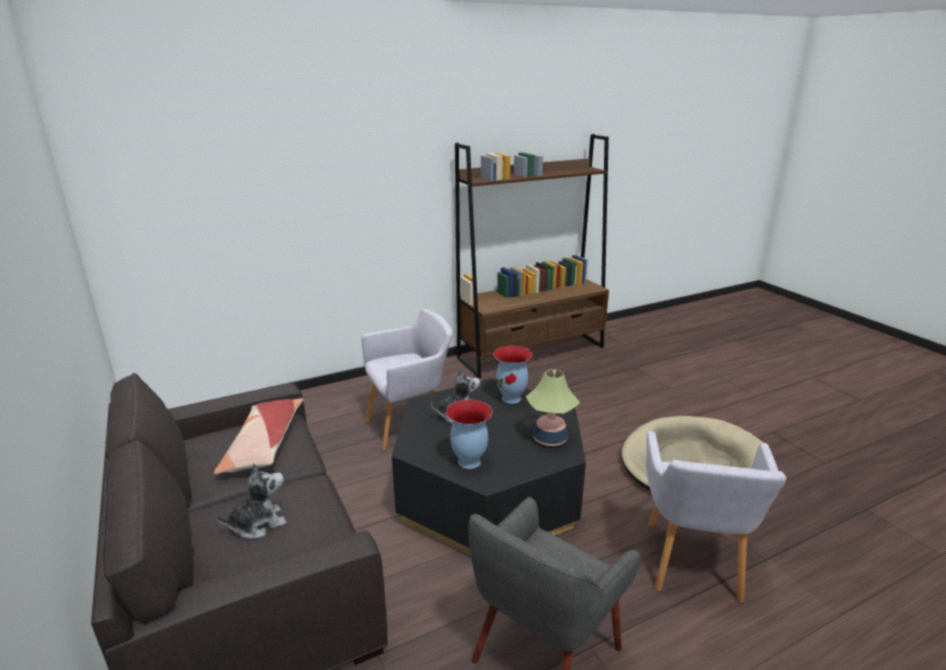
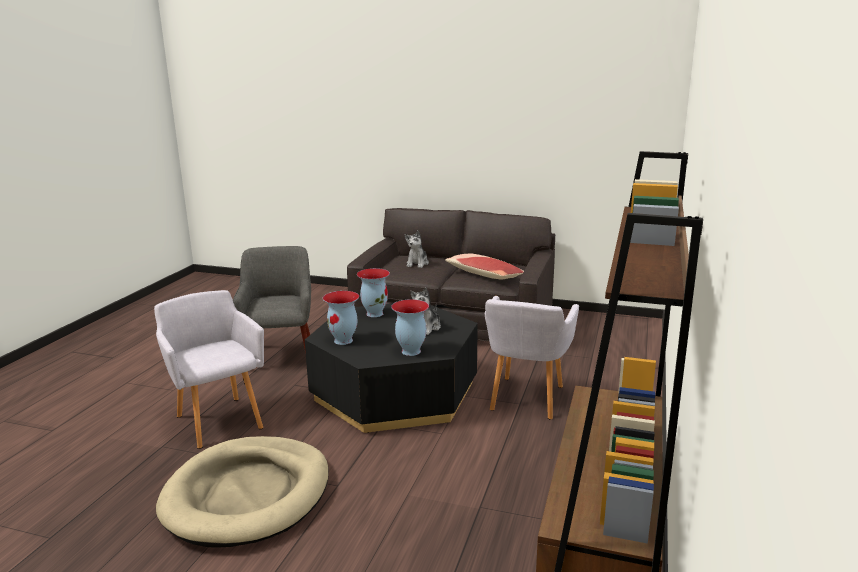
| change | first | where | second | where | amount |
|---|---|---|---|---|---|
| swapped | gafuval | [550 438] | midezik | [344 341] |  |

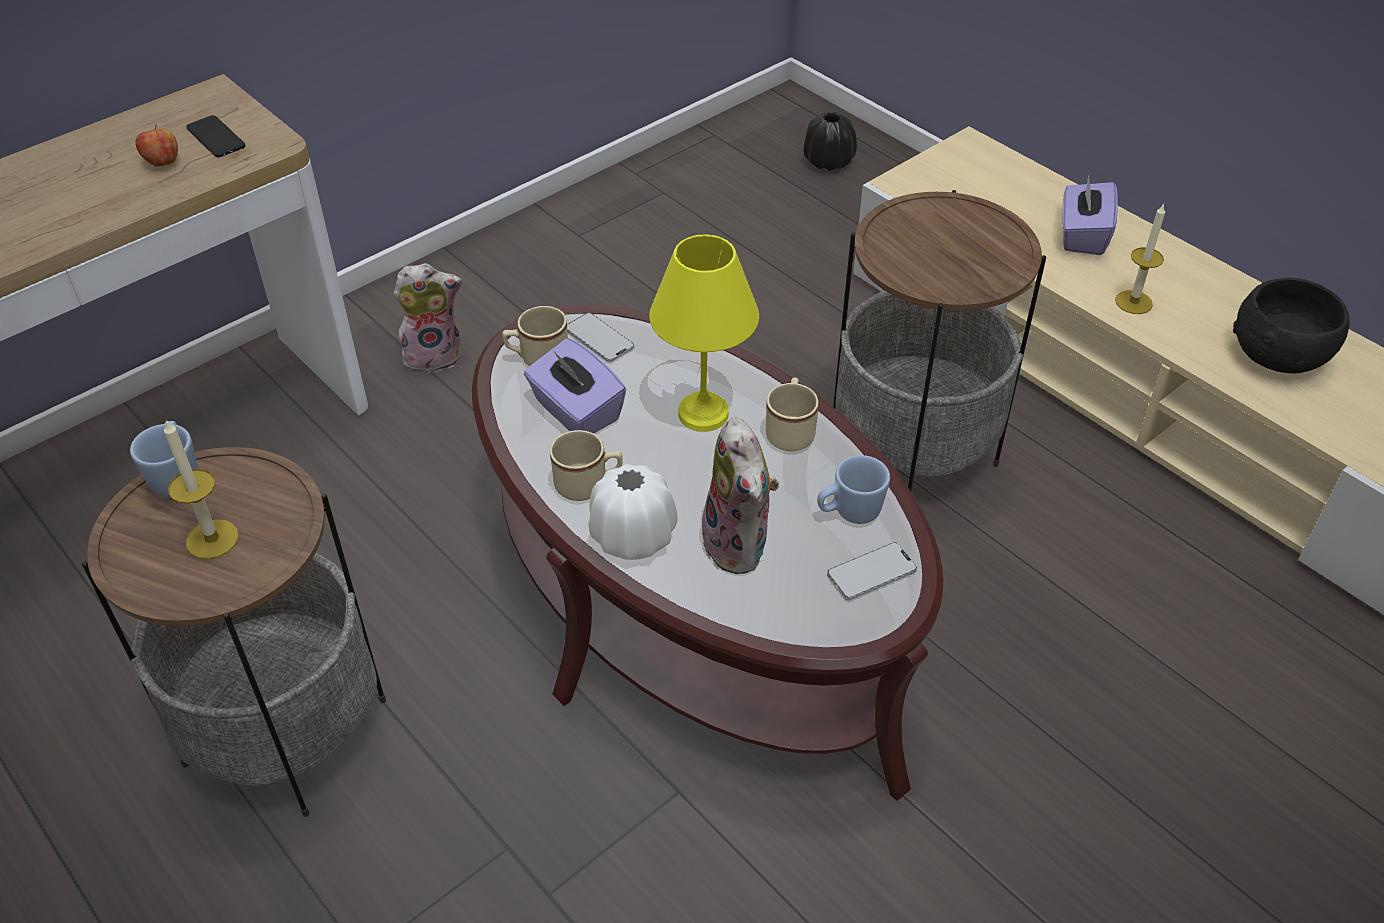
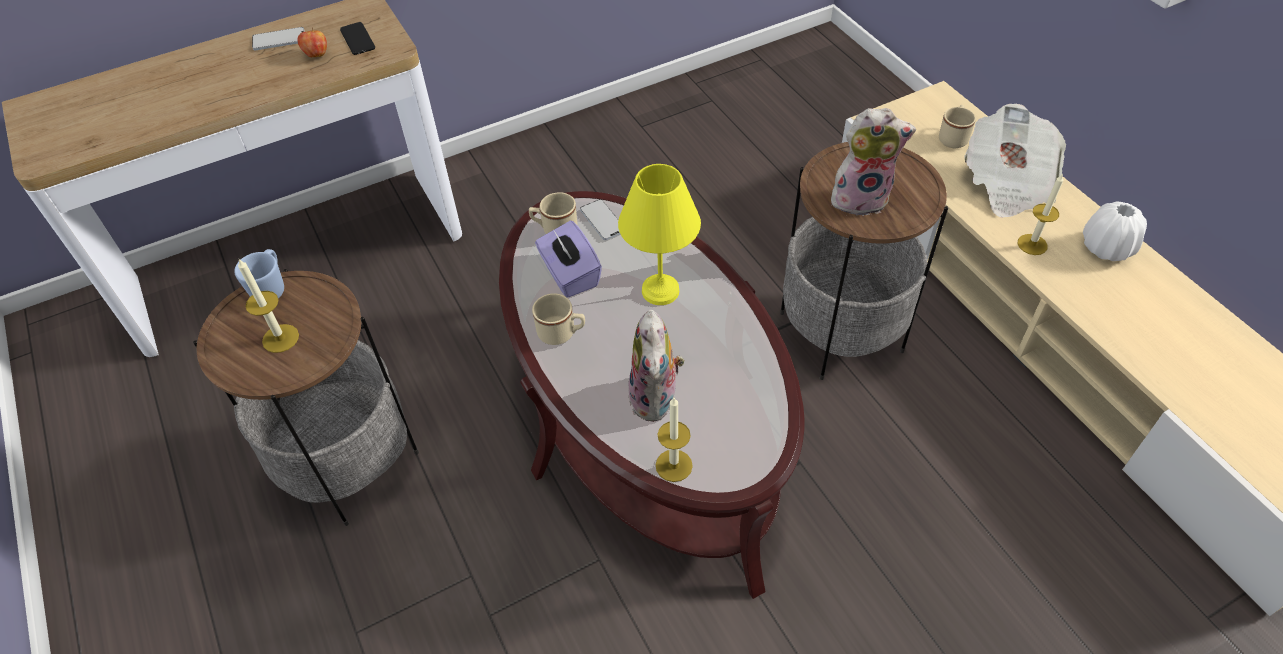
| change | first | where | second | where | amount |
|---|---|---|---|---|---|
| shifted | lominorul | [434 355] |  | [861 198] |  |
| shifted | white_midezik | [633 537] |  | [1106 248] |  |
| shifted | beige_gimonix | [790 431] |  | [953 137] |  |
| gone | black_midezik | [828 161] |  |  |  |
| gone | blue_gimonix | [849 513] |  |  |  |
| shifted | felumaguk | [871 572] |  | [279 40] |  |
| swapped | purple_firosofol | [1082 235] | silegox | [1007 183] |  |
| gone | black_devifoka | [1279 356] |  |  |  |
| new |  |  | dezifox | [674 465] |  |

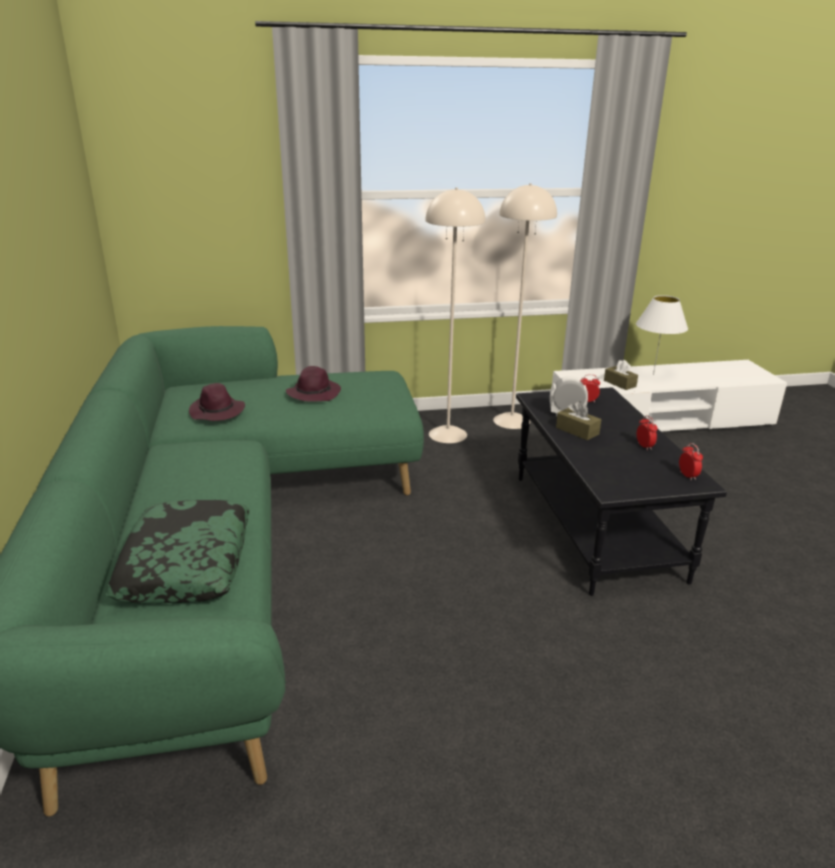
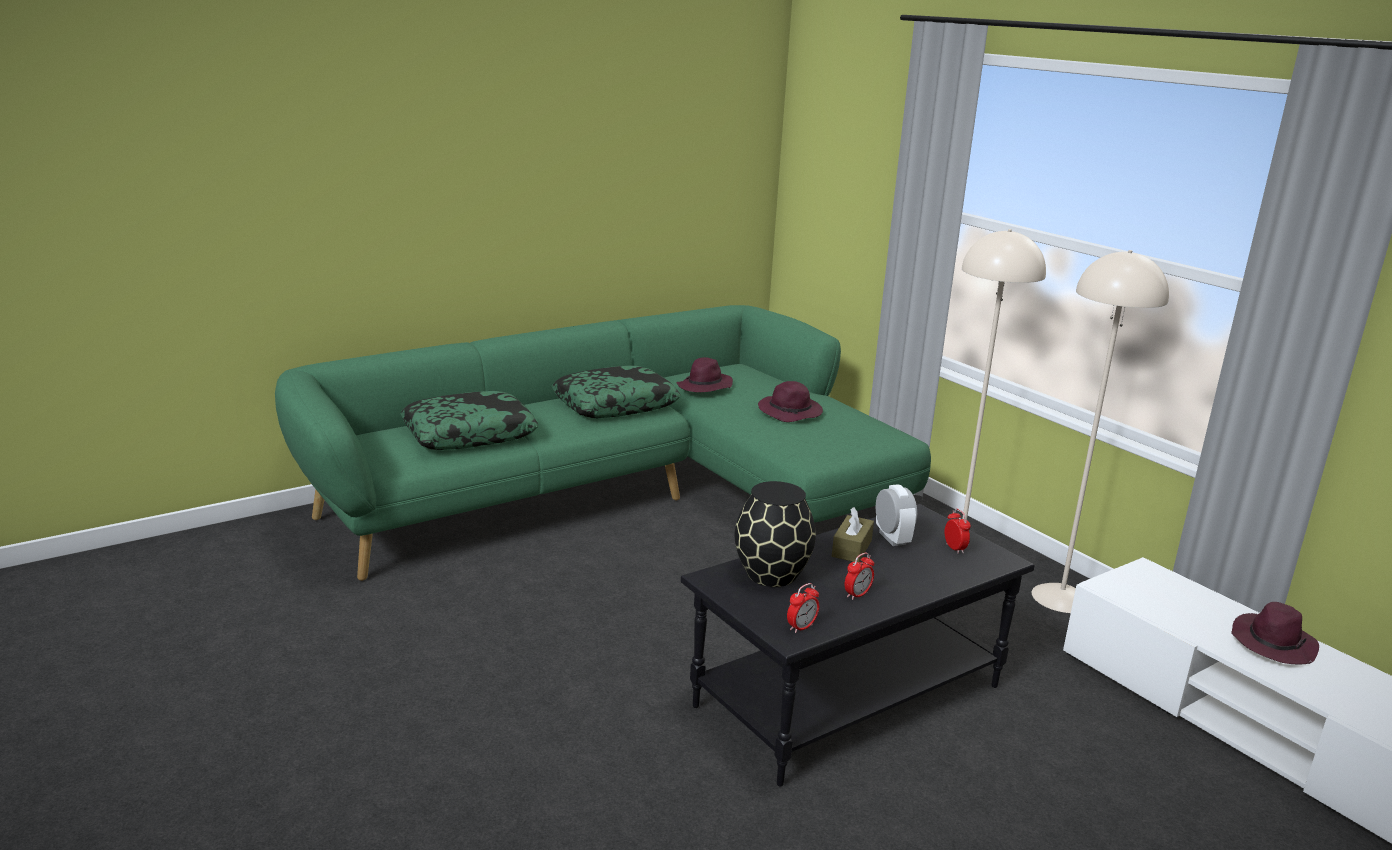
| change | first | where | second | where | amount |
|---|---|---|---|---|---|
| gone | brown_firosofol | [619 383] |  |  |  |
| swapped | white_gafuval | [653 374] | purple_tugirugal | [1272 644] |  |
| new |  |  | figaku | [615 404] |  |
| new |  |  | black_midezik | [770 574] |  |

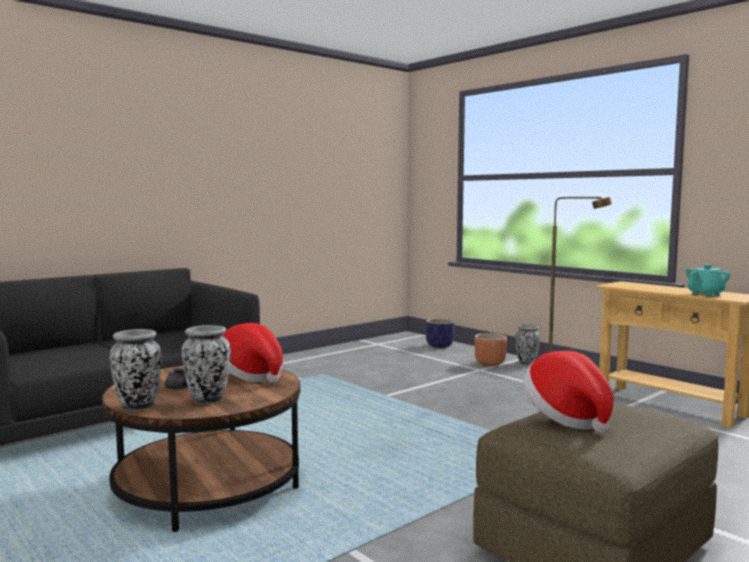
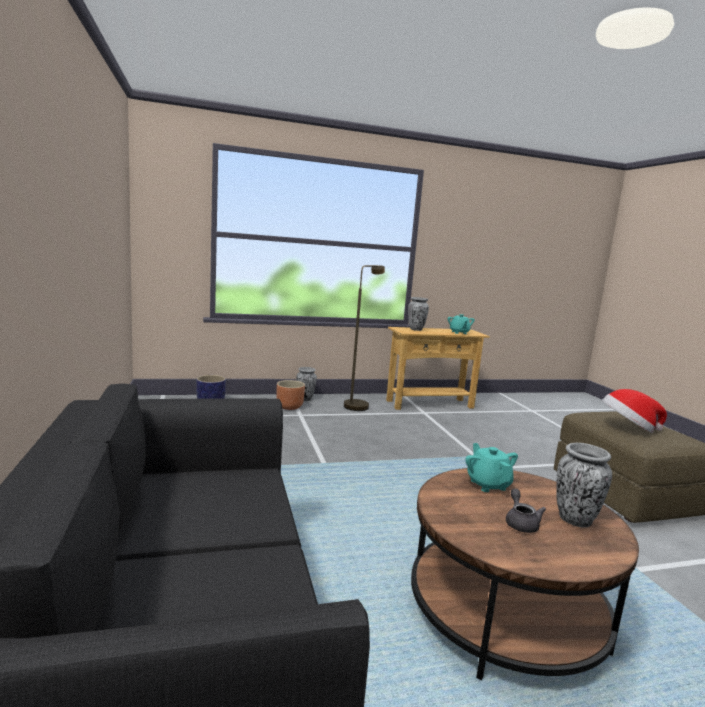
| change | first | where | second | where | amount |
|---|---|---|---|---|---|
| shifted | midezik | [138 406] |  | [416 329] |  |
| swapped | tugirugal | [251 375] | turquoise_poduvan | [488 484] |  |

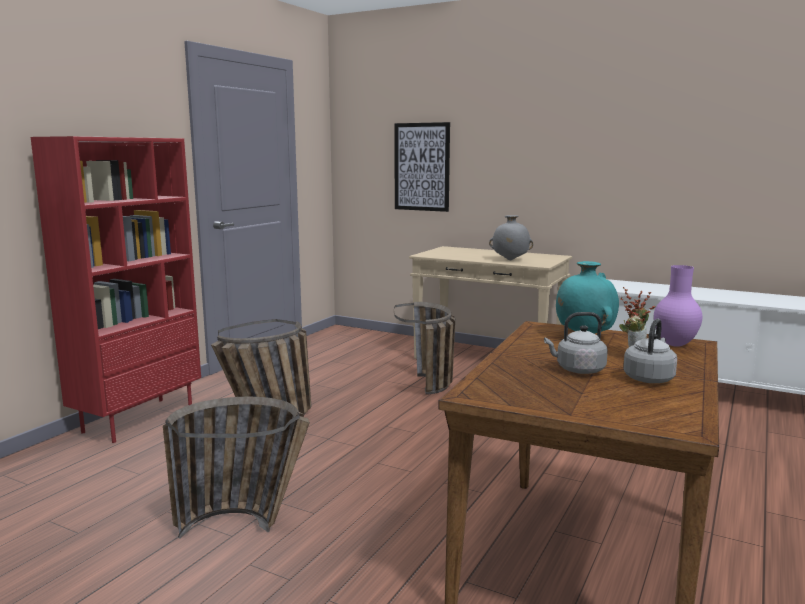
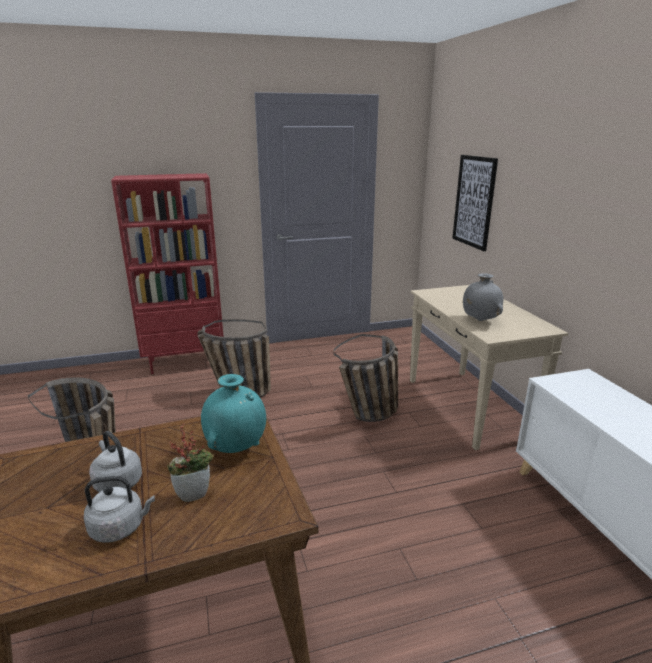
| change | first | where | second | where | amount |
|---|---|---|---|---|---|
| gone | purple_midezik | [675 344] |  |  |  |

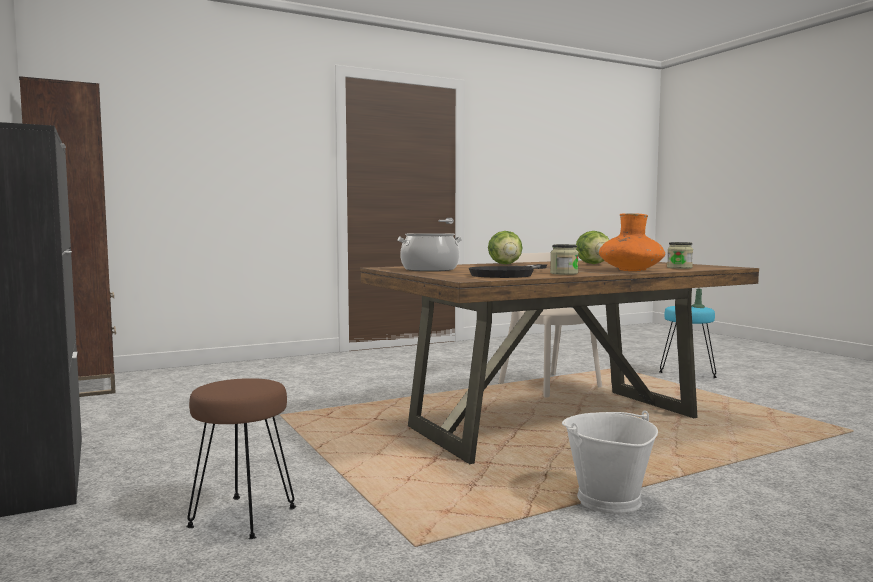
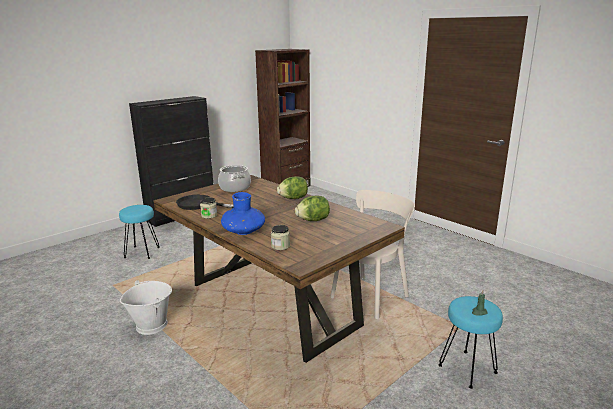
| change | first | where | second | where | amount |
|---|---|---|---|---|---|
| repainted | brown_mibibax | [242 517] | turquoise_mibibax | [142 252] |  |
| repainted | orange_midezik | [630 270] | blue_midezik | [244 231] |  |

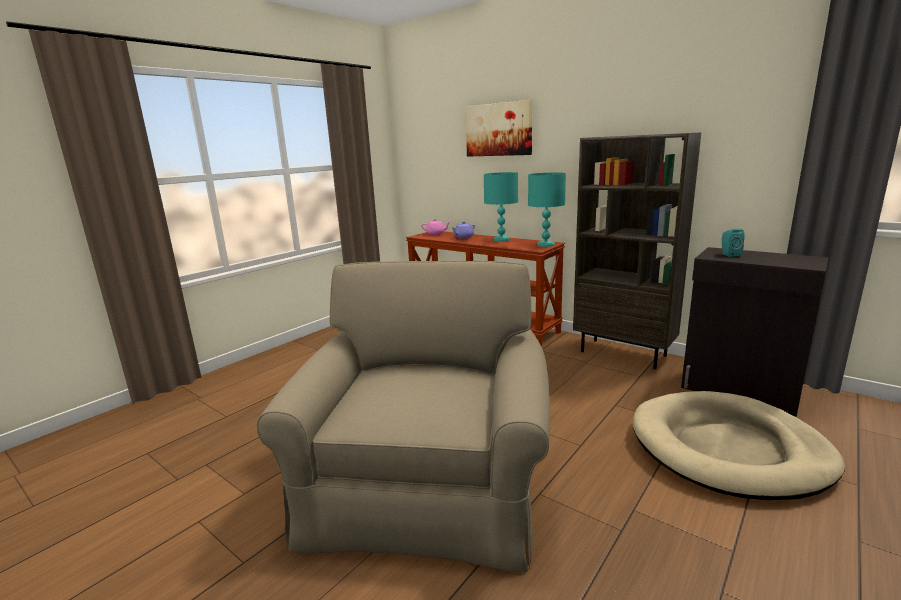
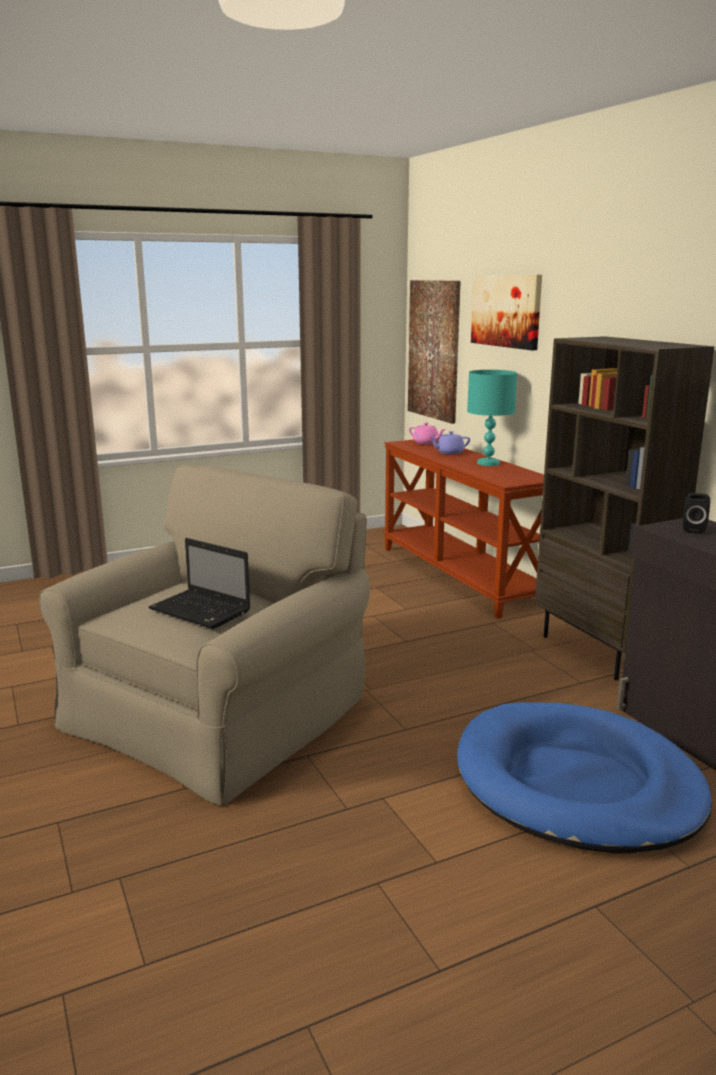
| change | first | where | second | where | amount |
|---|---|---|---|---|---|
| gone | turquoise_gafuval | [545 245] |  |  |  |
| repainted | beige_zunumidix | [728 449] | blue_zunumidix | [577 783] |  |
| repainted | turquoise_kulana | [729 254] | black_kulana | [693 529] |  |
| new |  |  | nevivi | [202 611] |  |
| new |  |  | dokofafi | [434 350] |  |

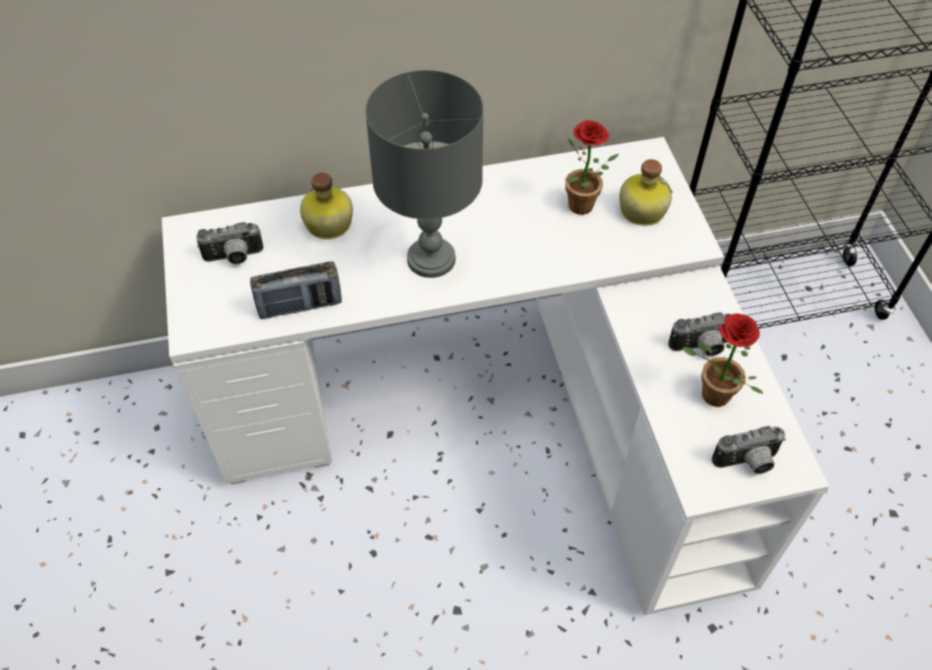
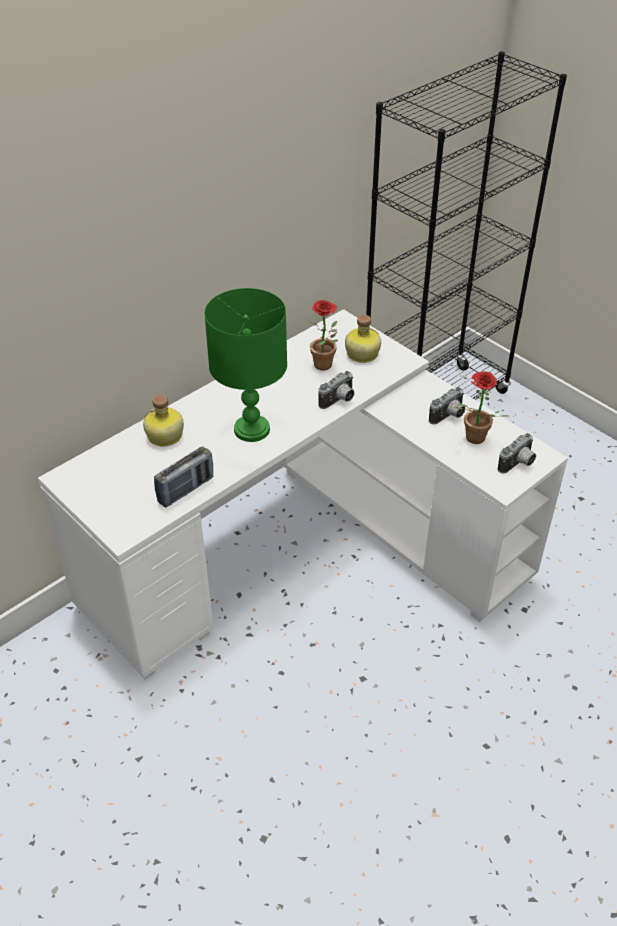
| change | first | where | second | where | amount |
|---|---|---|---|---|---|
| shifted | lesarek | [234 258] |  | [339 401] |  |
| repainted | grey_gafuval | [430 258] | green_gafuval | [251 429] |  |

